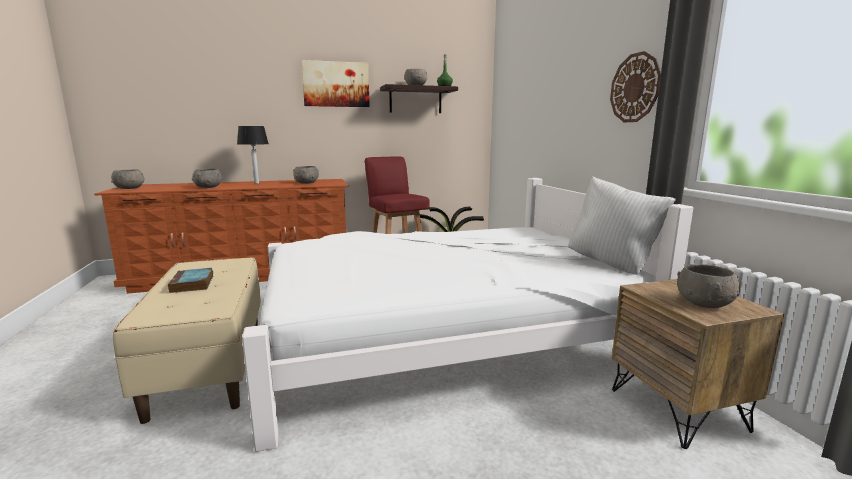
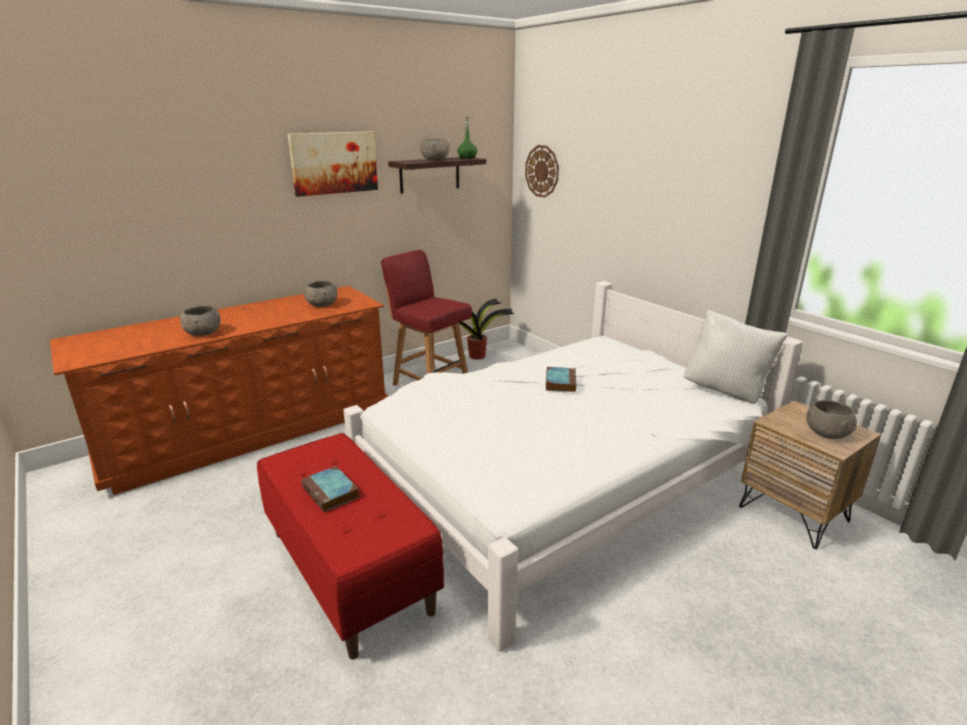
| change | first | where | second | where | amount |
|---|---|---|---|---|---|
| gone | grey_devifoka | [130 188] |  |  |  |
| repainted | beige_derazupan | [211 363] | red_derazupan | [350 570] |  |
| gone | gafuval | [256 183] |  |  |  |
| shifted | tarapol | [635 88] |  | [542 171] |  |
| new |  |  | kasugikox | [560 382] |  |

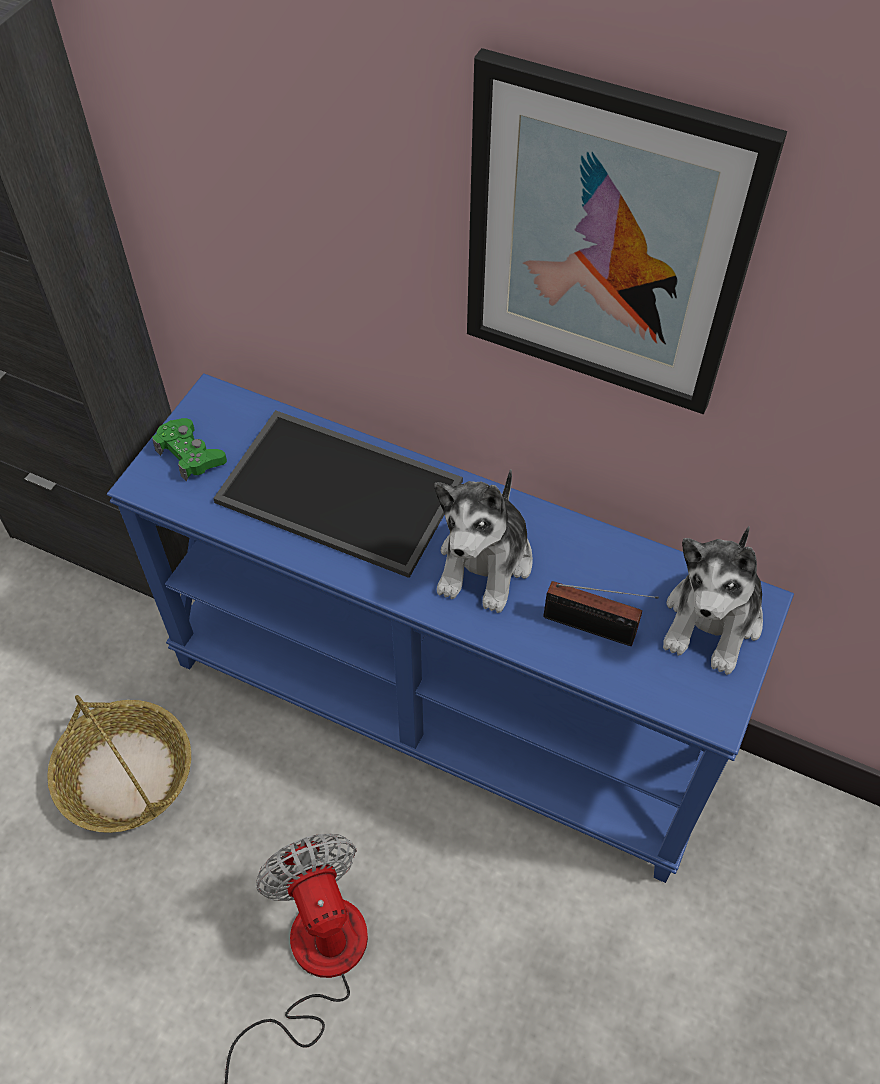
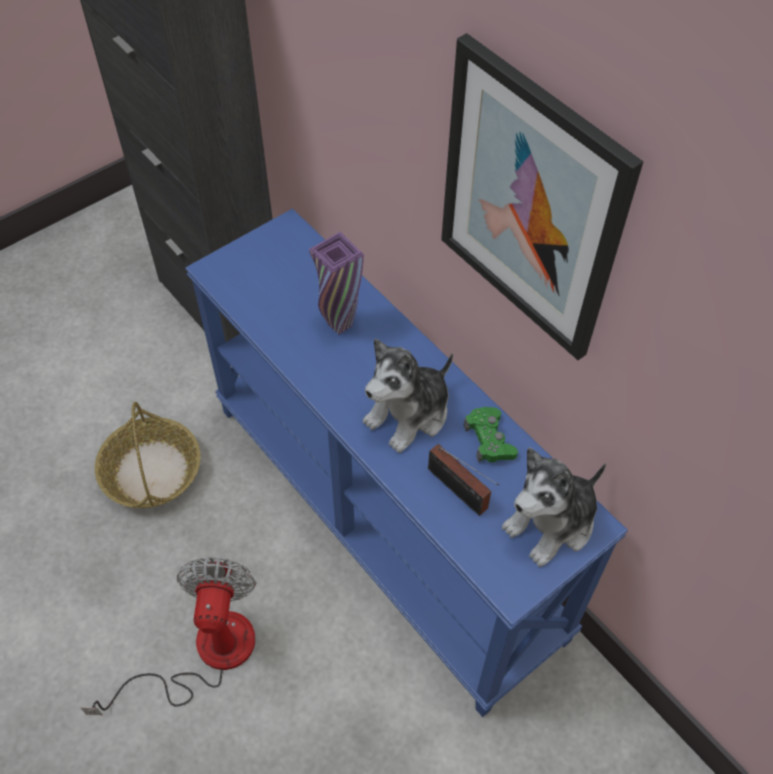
| change | first | where | second | where | amount |
|---|---|---|---|---|---|
| shifted | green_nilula | [190 454] |  | [489 440] |  |
| swapped | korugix | [343 490] | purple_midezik | [339 324] |  |

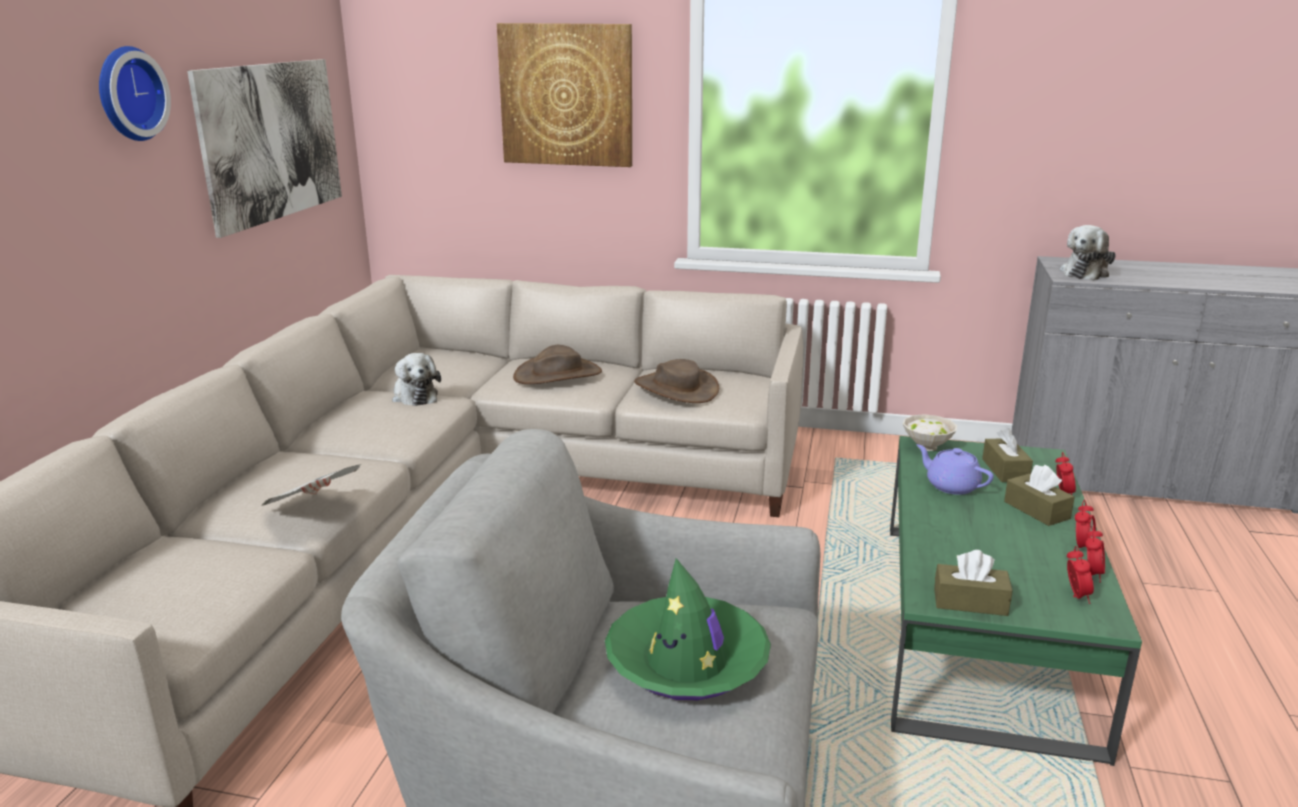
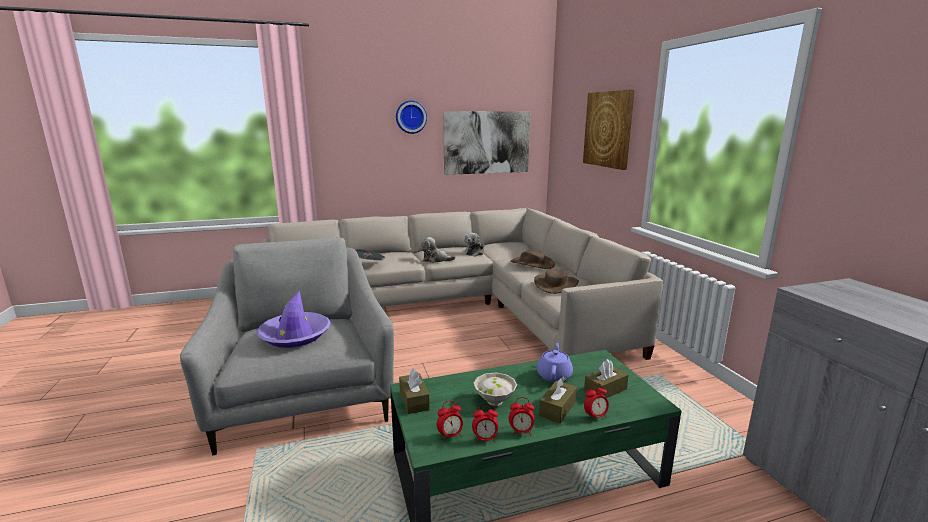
| change | first | where | second | where | amount |
|---|---|---|---|---|---|
| repainted | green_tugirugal | [687 662] | purple_tugirugal | [295 336] |  |
| shifted | white_devifoka | [926 446] |  | [495 400] |  |
| shifted | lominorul | [1085 273] |  | [435 260] |  |

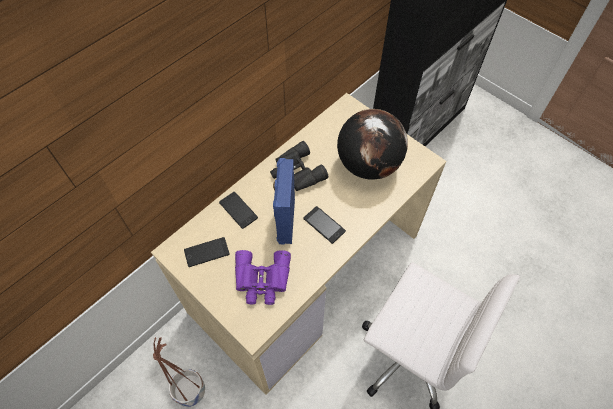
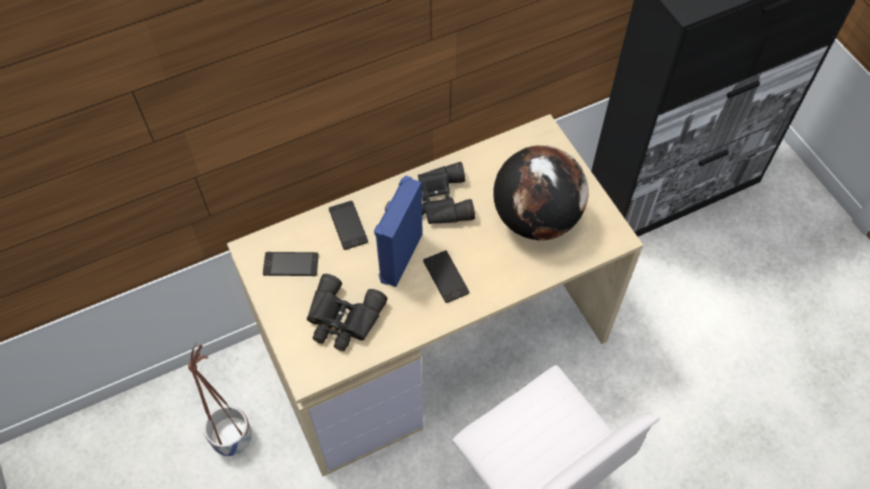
| change | first | where | second | where | amount |
|---|---|---|---|---|---|
| repainted | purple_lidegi | [262 280] | black_lidegi | [343 319] |  |

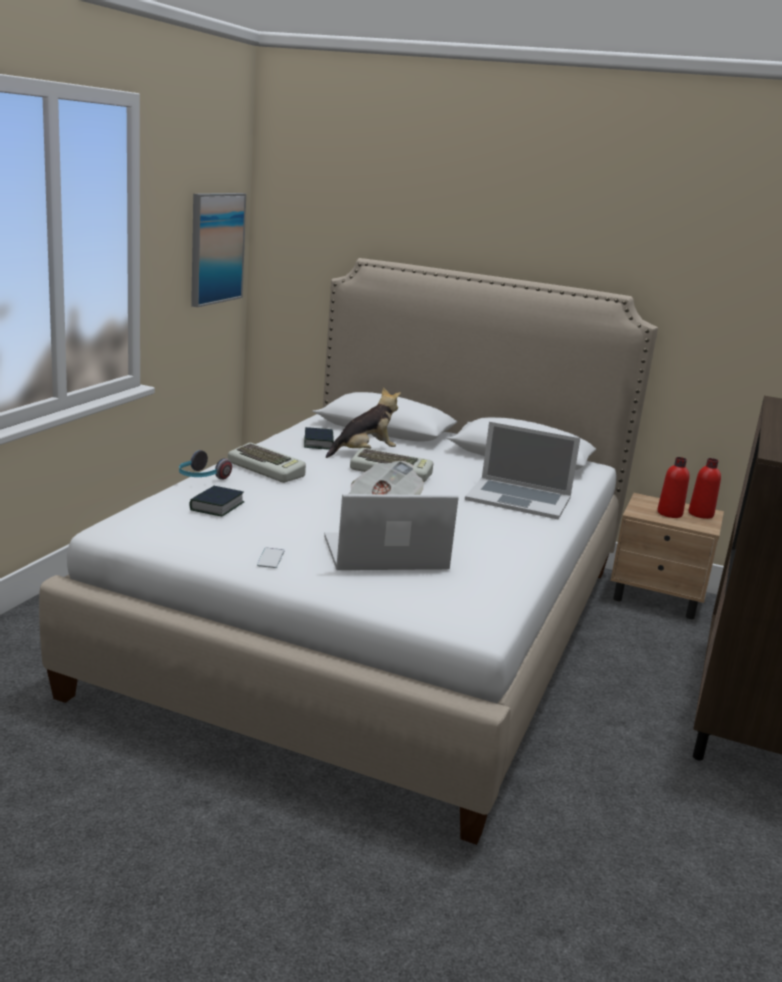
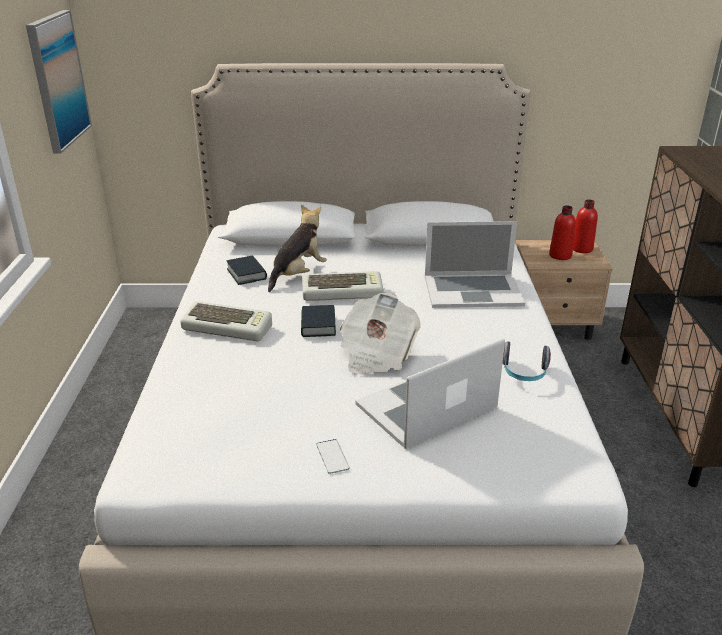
| change | first | where | second | where | amount |
|---|---|---|---|---|---|
| shifted | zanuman | [201 477] |  | [524 373] |  |
| shifted | kasugikox | [216 506] |  | [318 325] |  |

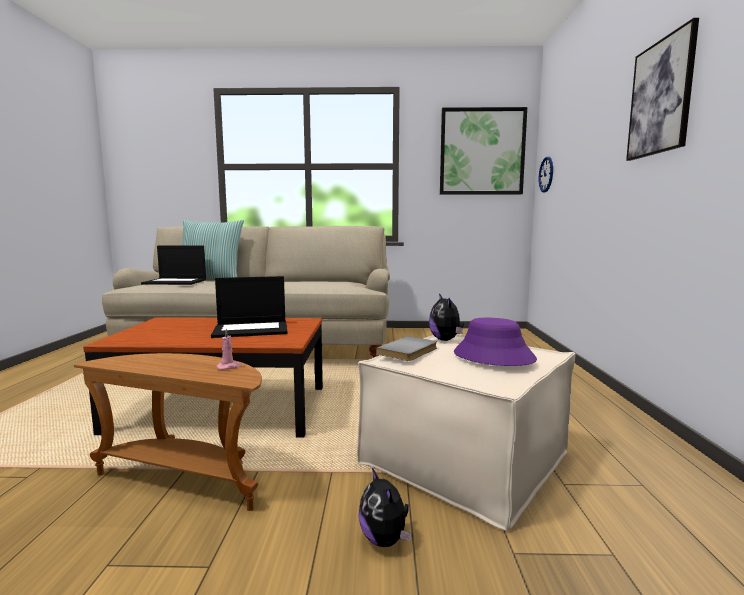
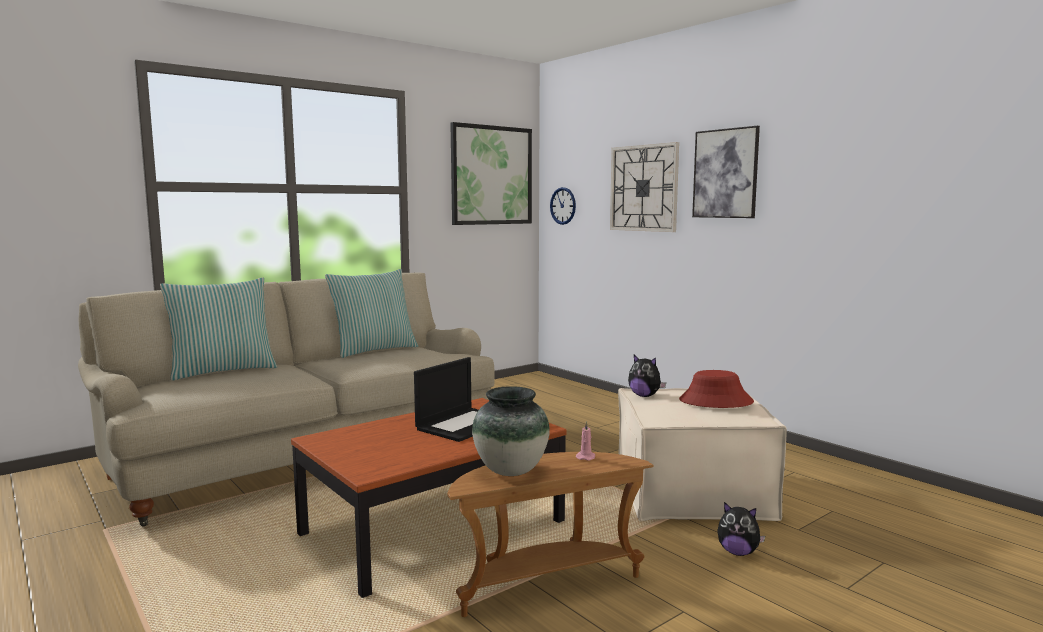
| change | first | where | second | where | amount |
|---|---|---|---|---|---|
| gone | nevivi | [176 282] |  |  |  |
| gone | grey_kasugikox | [409 351] |  |  |  |
| repainted | purple_tugirugal | [493 356] | red_tugirugal | [715 401] |  |
| new |  |  | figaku | [374 350] |  |
| new |  |  | midezik | [510 471] |  |
| new |  |  | tarapol | [643 188] |  |

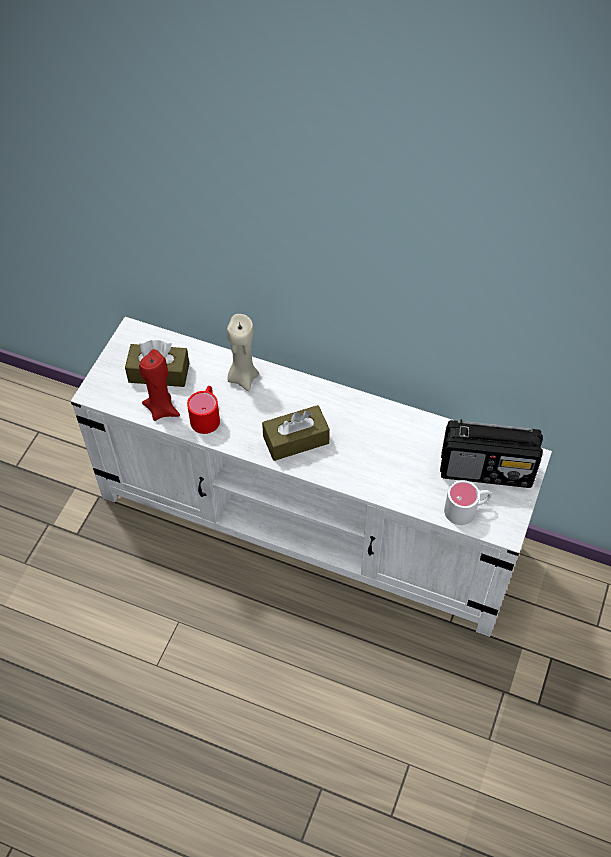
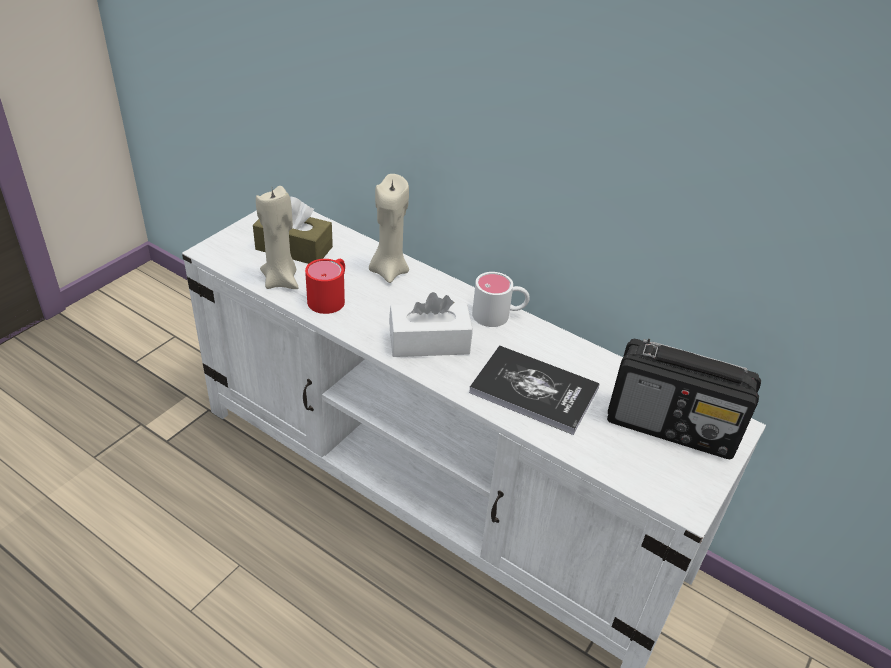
| change | first | where | second | where | amount |
|---|---|---|---|---|---|
| repainted | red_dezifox | [162 409] | beige_dezifox | [281 280] |  |
| repainted | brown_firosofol | [296 440] | white_firosofol | [429 342] |  |
| shifted | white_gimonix | [467 509] |  | [499 315] |  |
| new |  |  | kasugikox | [534 390] |  |

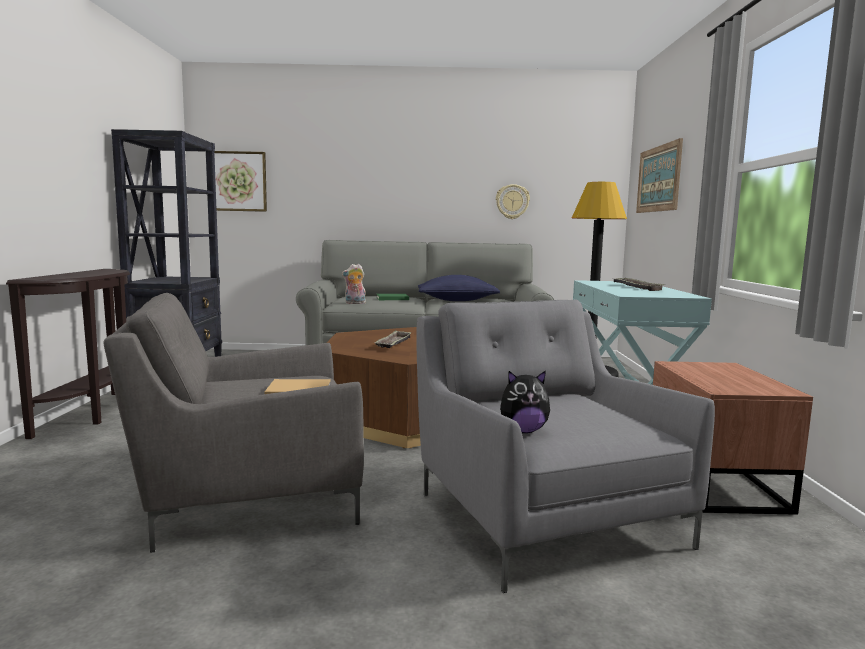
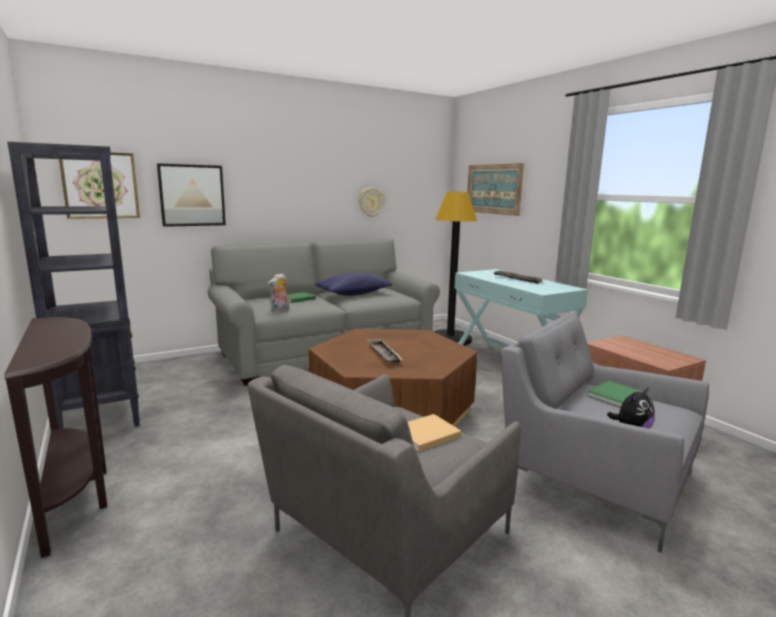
| change | first | where | second | where | amount |
|---|---|---|---|---|---|
| new |  |  | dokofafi | [192 195] |  |
| new |  |  | green_kasugikox | [614 396] |  |

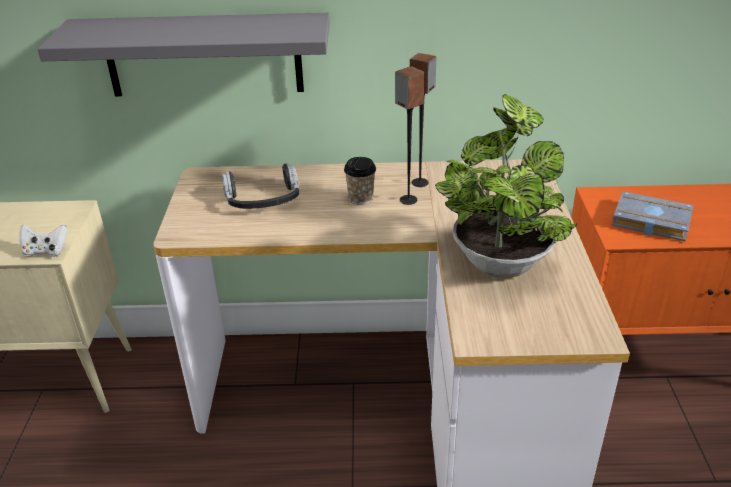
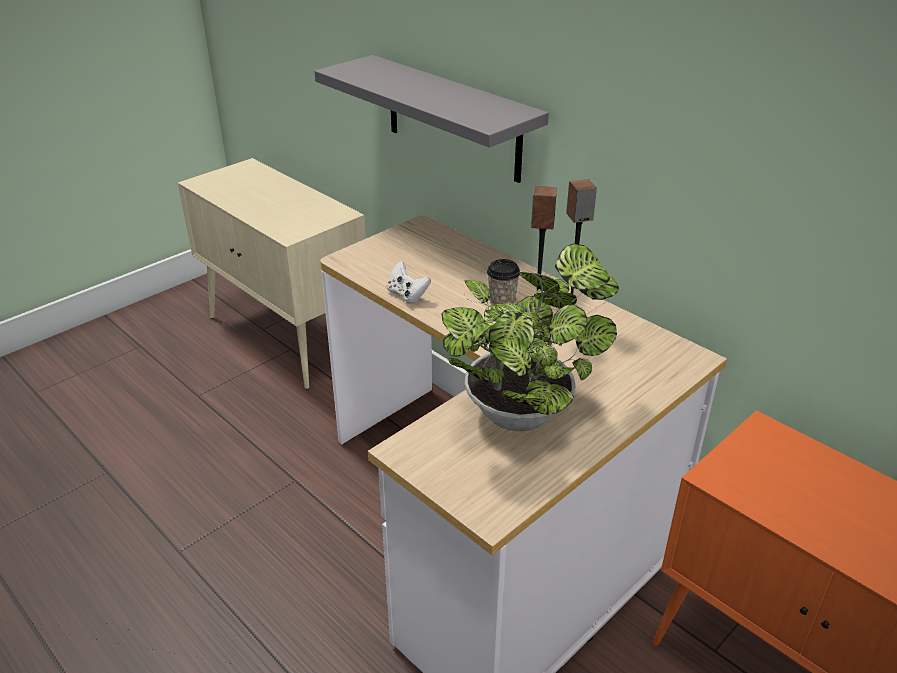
| change | first | where | second | where | amount |
|---|---|---|---|---|---|
| shifted | white_nilula | [46 251] |  | [407 295] |  |
| gone | zanuman | [263 199] |  |  |  |
| gone | grey_kasugikox | [649 222] |  |  |  |

